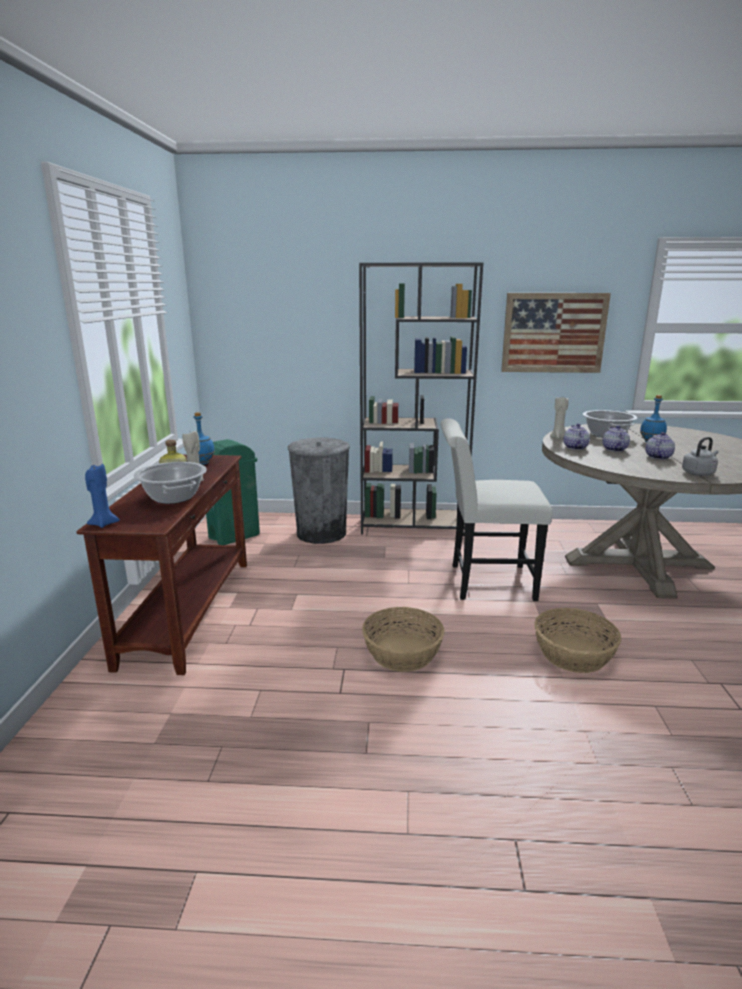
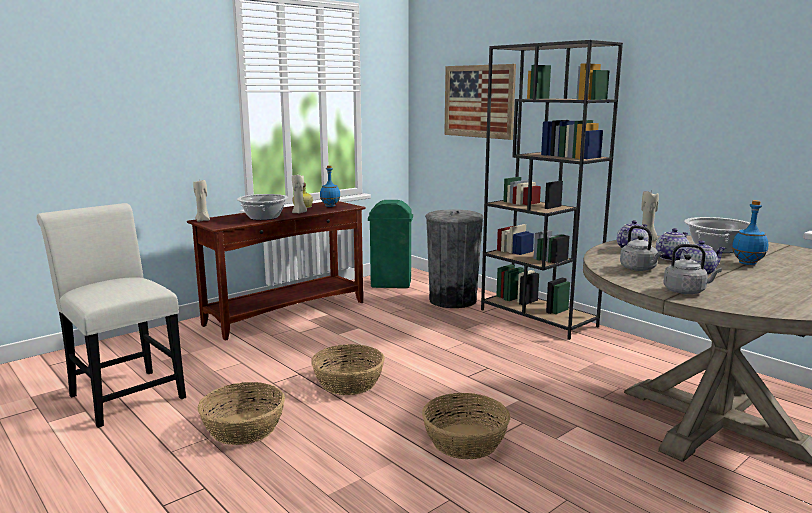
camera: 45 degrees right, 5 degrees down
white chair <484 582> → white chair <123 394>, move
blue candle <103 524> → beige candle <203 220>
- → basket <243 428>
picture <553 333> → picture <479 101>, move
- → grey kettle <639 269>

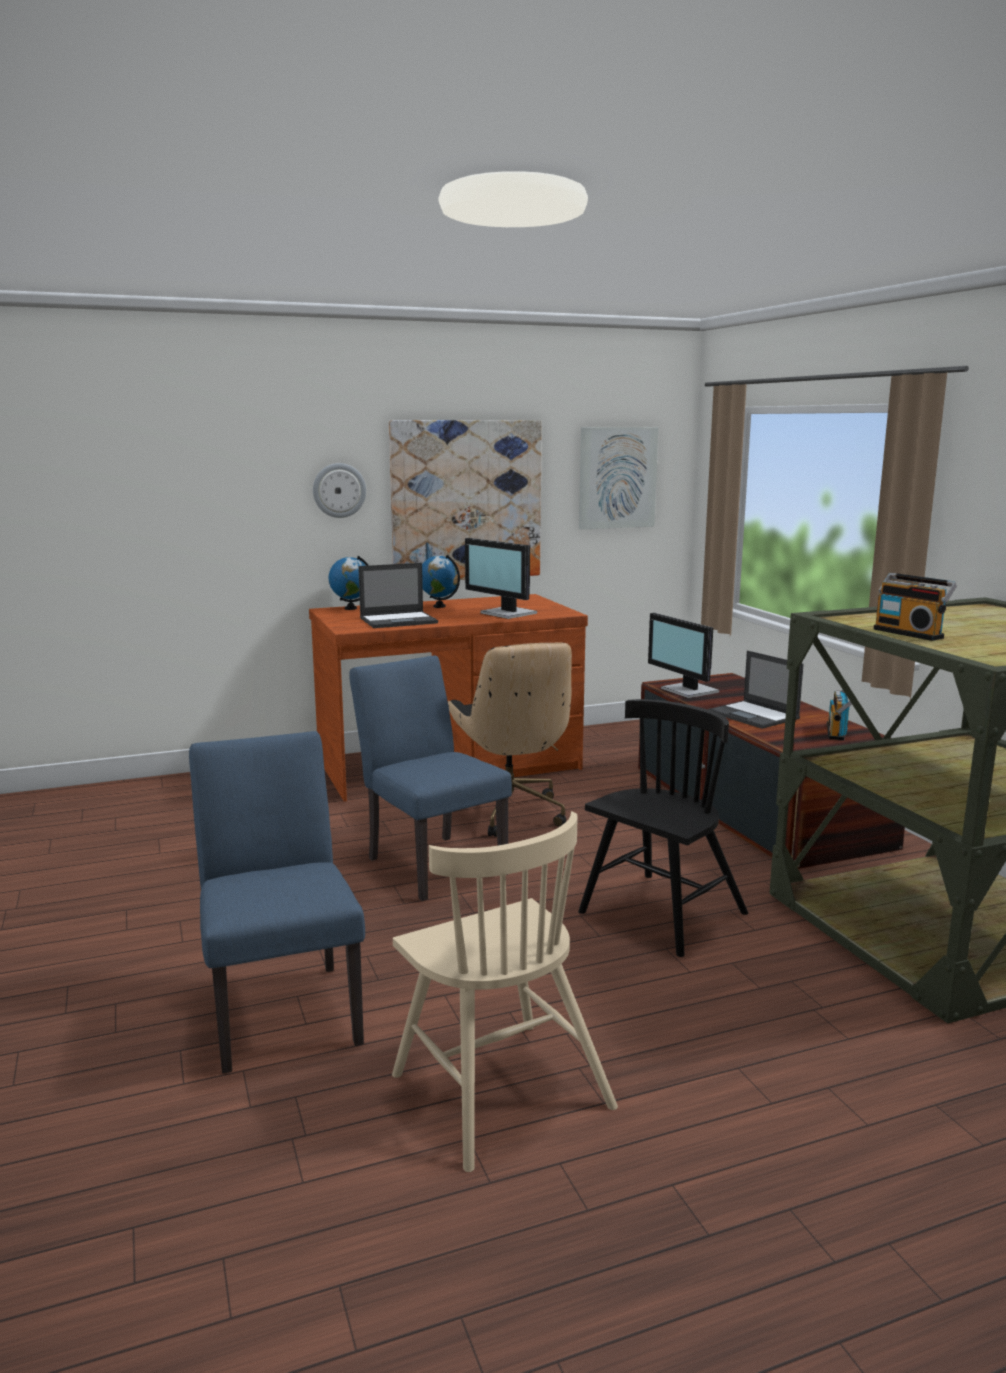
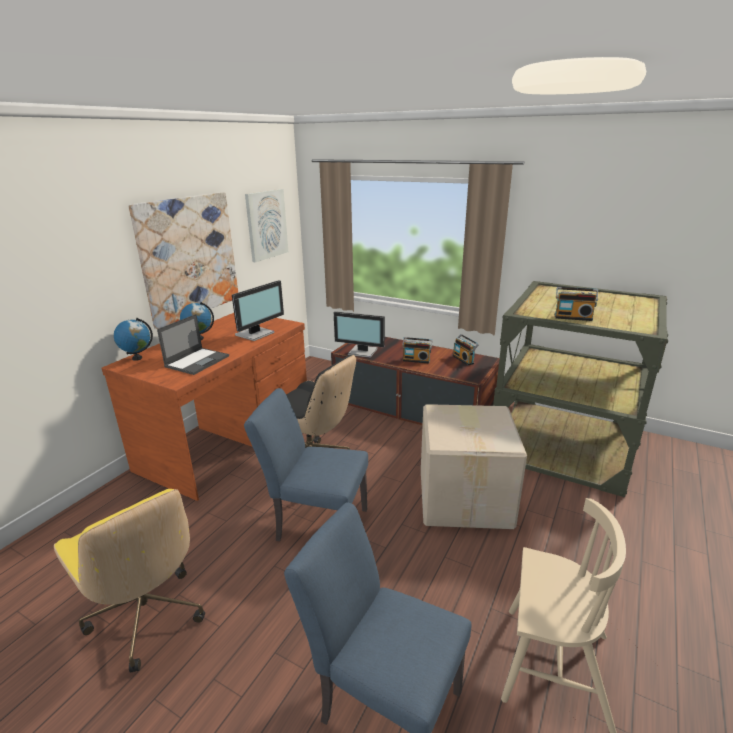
camera: 40 degrees left, 10 degrees up
- → yellow office chair <149 620>
monitor <507 613> → monitor <256 334>, 60 degrees counterclockwise
laptop <754 715> → radio <416 360>
black chair <657 916> → cardboard box <465 498>
wall clock <339 490> → -

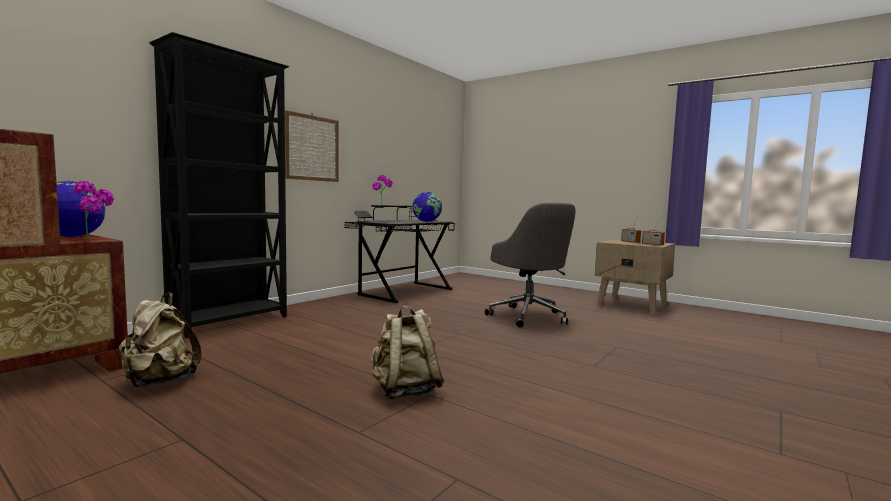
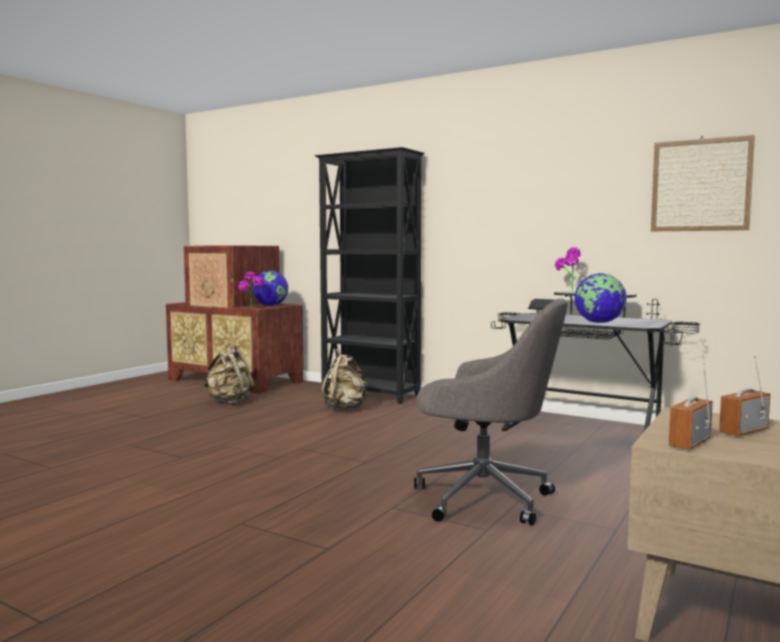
camera: 85 degrees right, 0 degrees up
beige backpack <405 391> → beige backpack <345 408>, move
grey office chair <528 317> → grey office chair <485 499>, 135 degrees counterclockwise
picture <312 147> → picture <700 183>, move

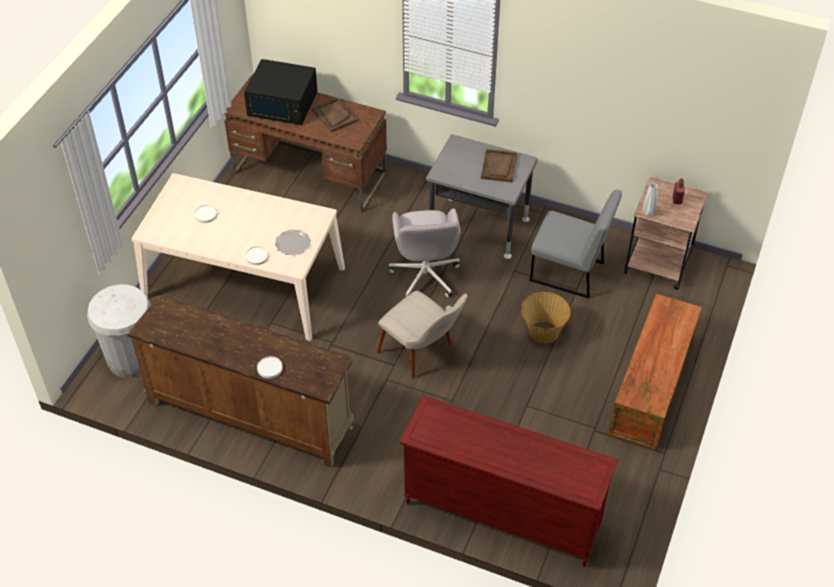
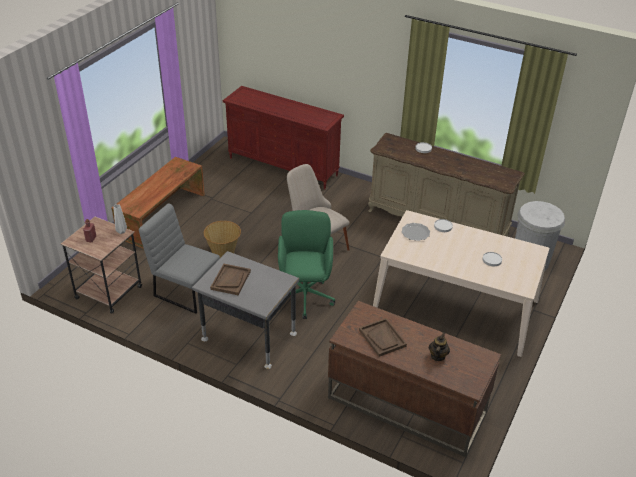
camera: 175 degrees left, 10 degrees down
grey office chair <425 277> → green office chair <305 297>
black microwave <283 105> → teapot <437 356>

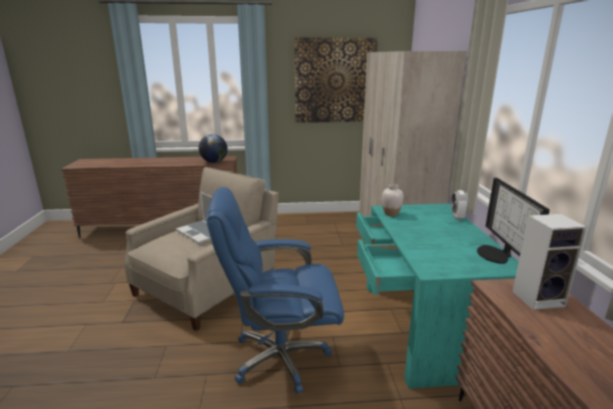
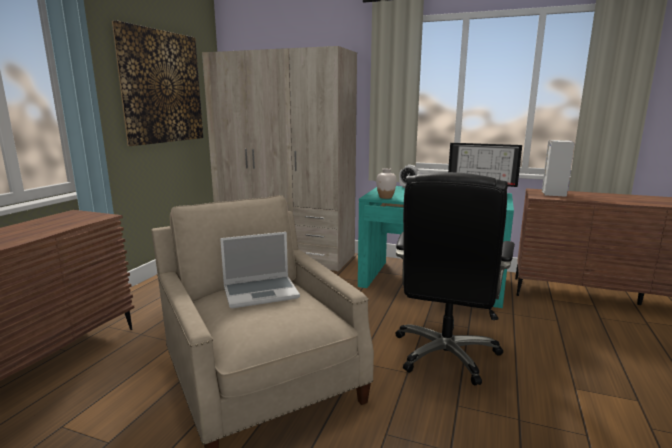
camera: 65 degrees left, 5 degrees down
blue office chair <282 357> → black office chair <445 351>
globe <214 162> → -

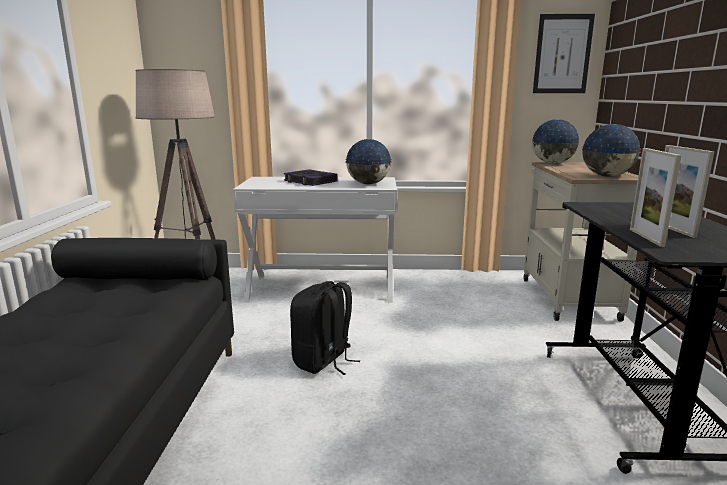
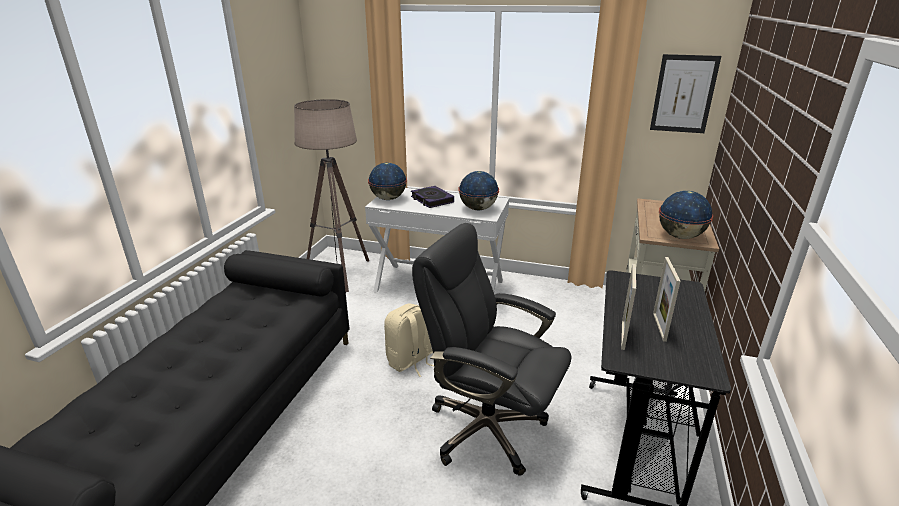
camera: 15 degrees right, 10 degrees up
globe <552 163> → globe <388 198>, move
black backpack <323 361> → beige backpack <411 361>
- → black office chair <489 430>

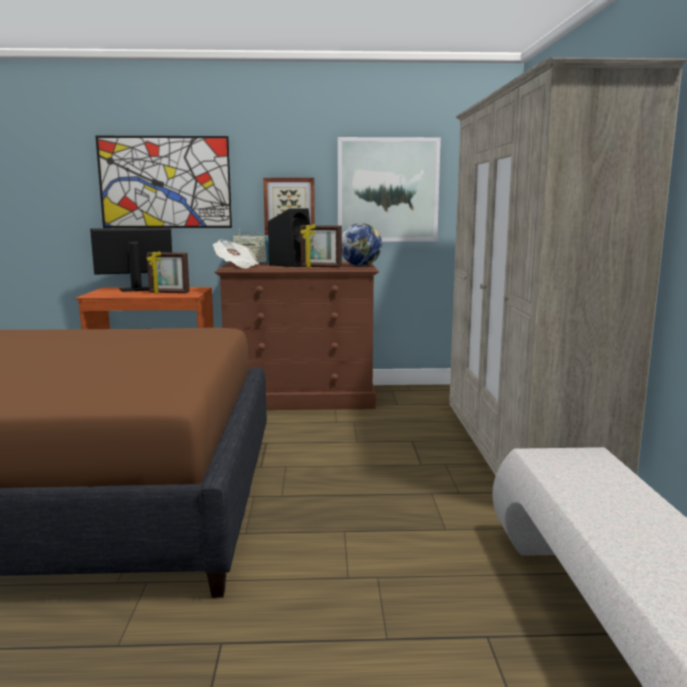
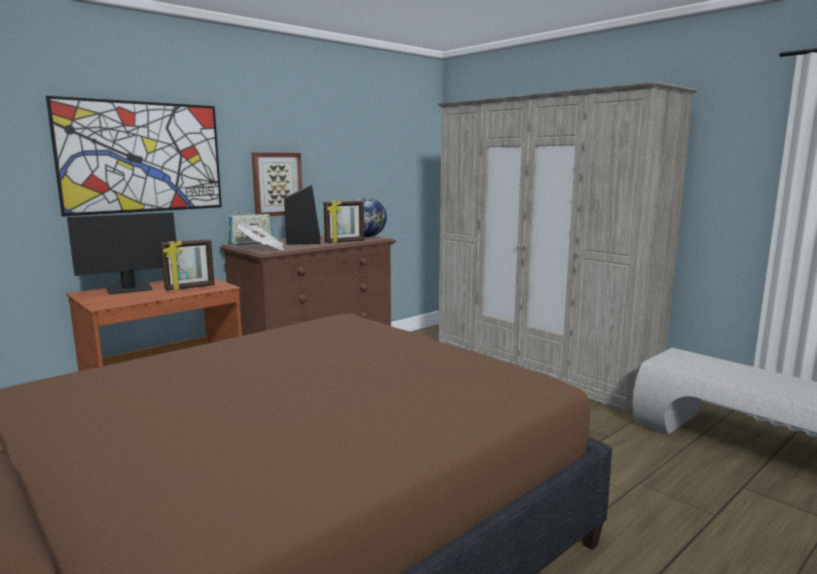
camera: 40 degrees left, 0 degrees up
monitor <136 289> → monitor <129 289>, 150 degrees counterclockwise
picture <388 190> → -

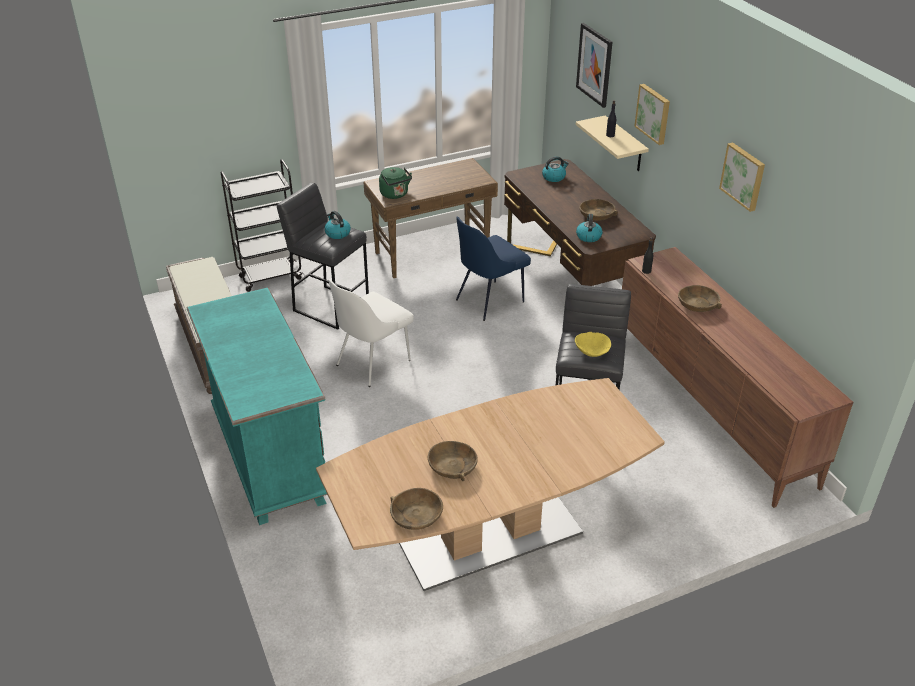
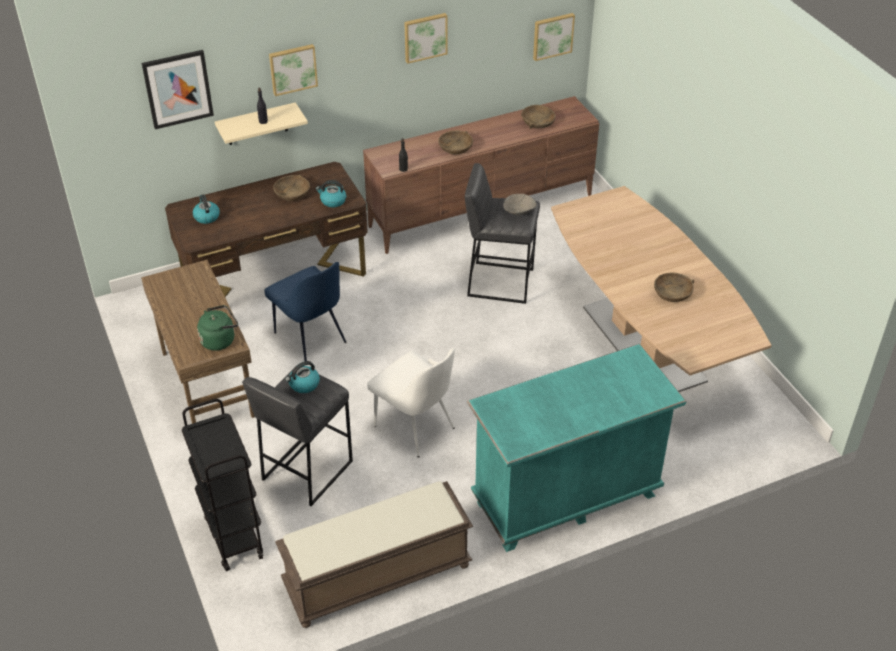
camera: 90 degrees left, 5 degrees up
yellow bowl <591 352> → grey bowl <519 212>
brown bowl <416 515> → brown bowl <538 122>, move
- → picture <552 35>

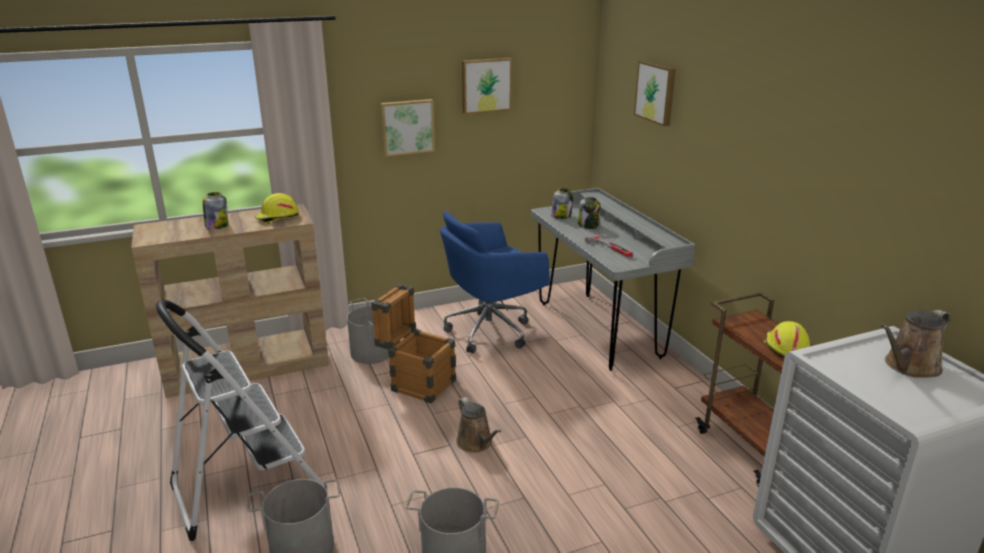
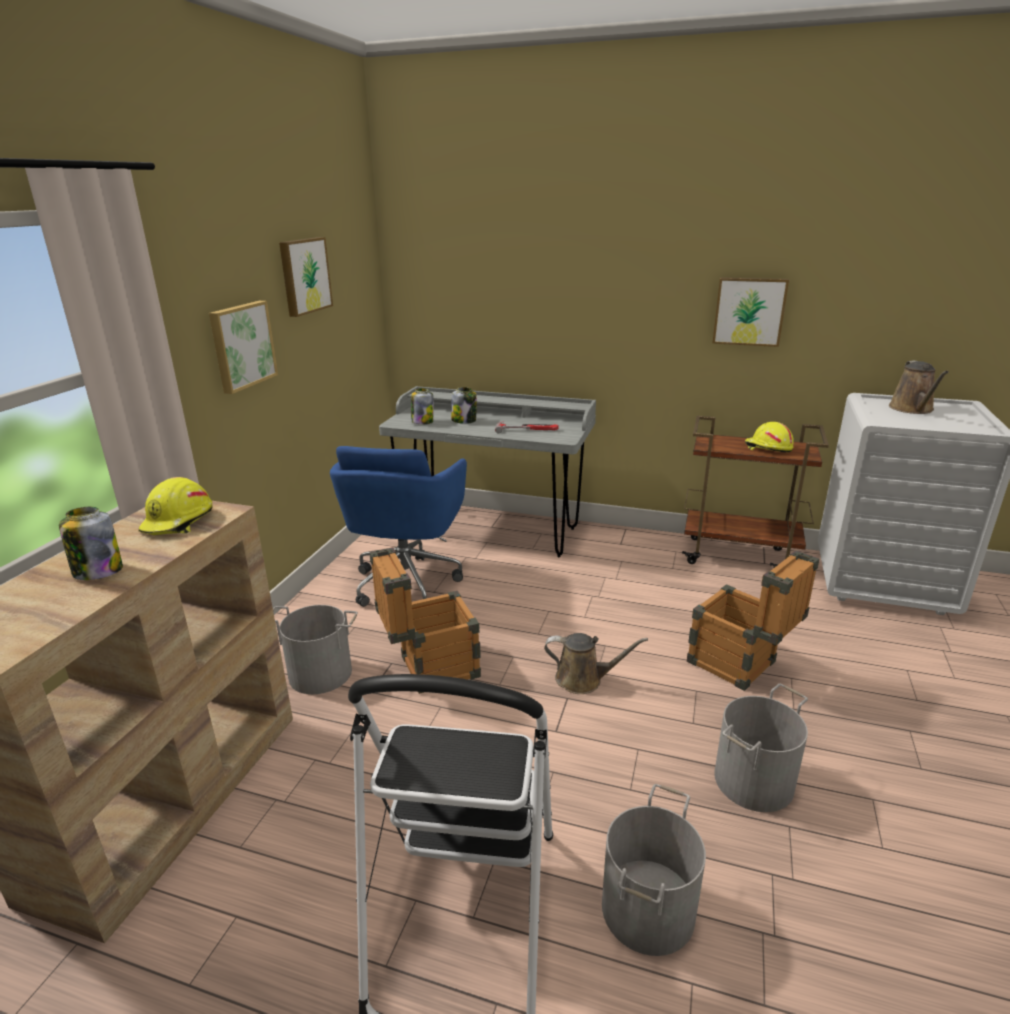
camera: 50 degrees left, 0 degrees up
- → crate <740 667>
picture <656 92> → picture <749 311>, move

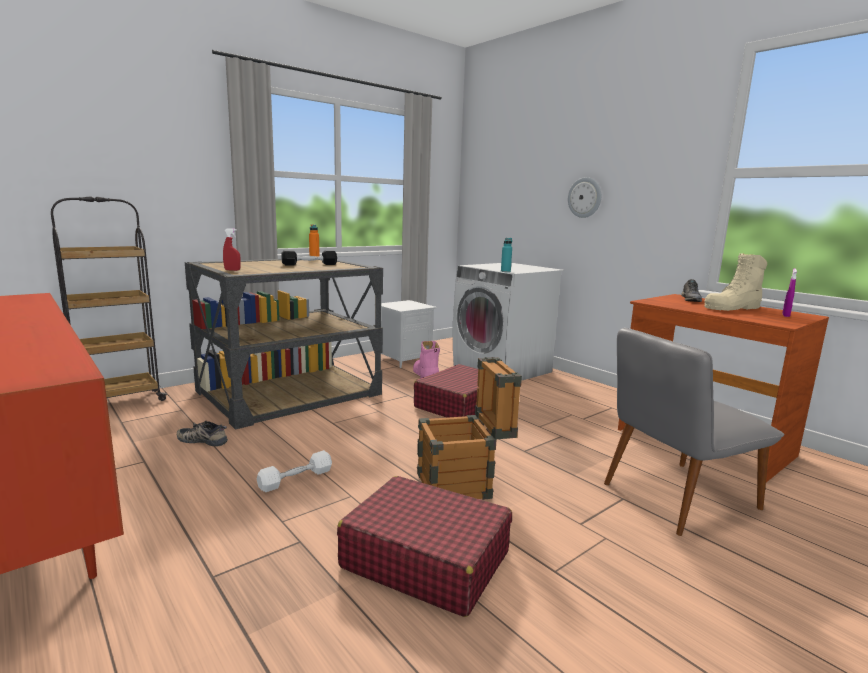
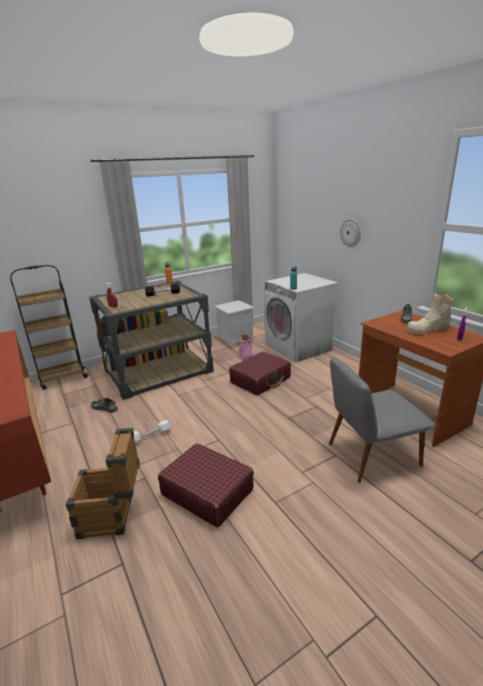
camera: 10 degrees right, 10 degrees up
crate <464 485> → crate <113 517>, move

